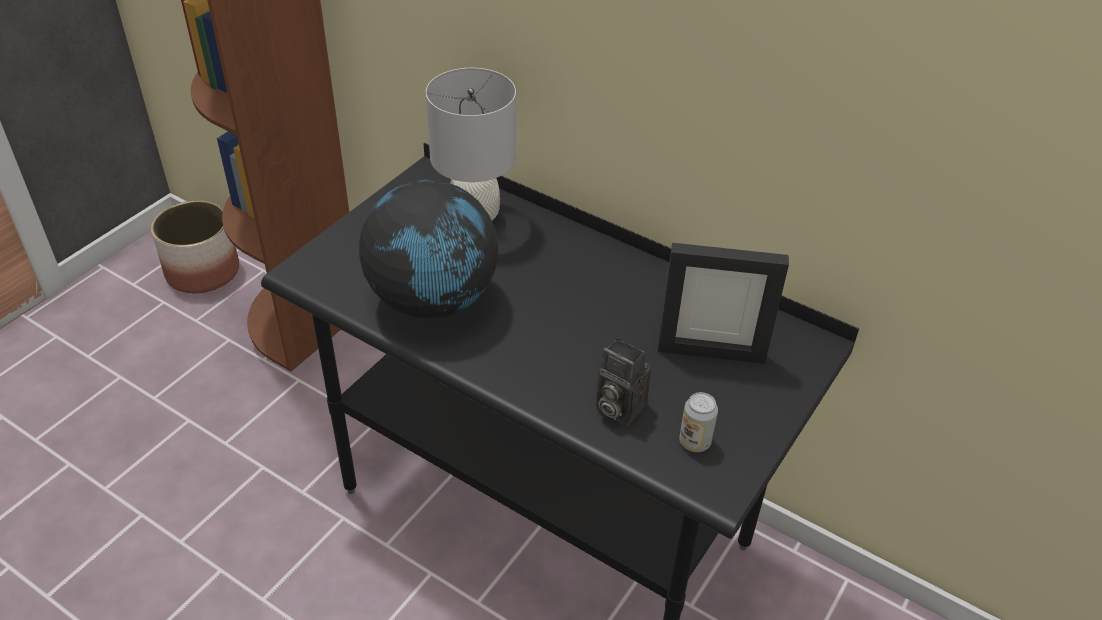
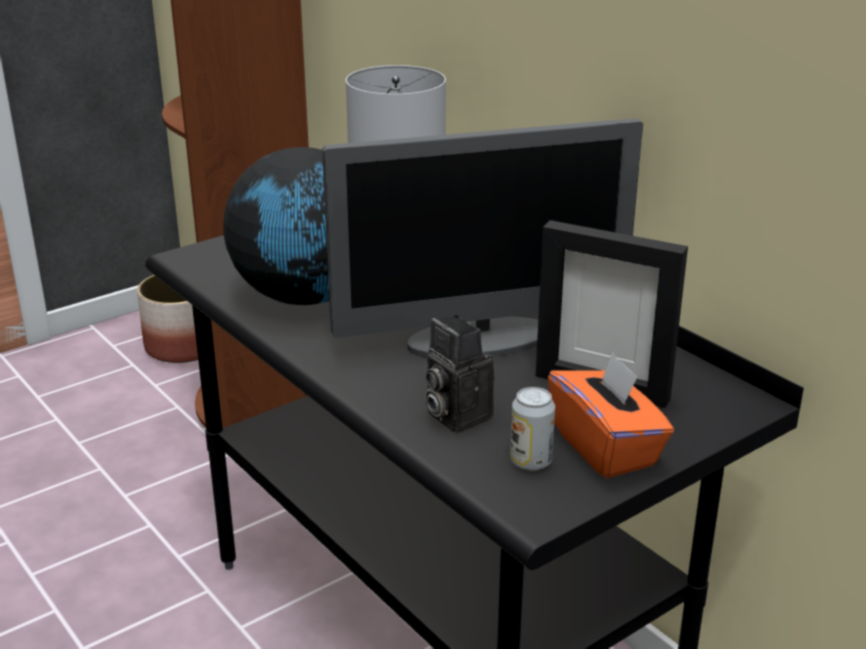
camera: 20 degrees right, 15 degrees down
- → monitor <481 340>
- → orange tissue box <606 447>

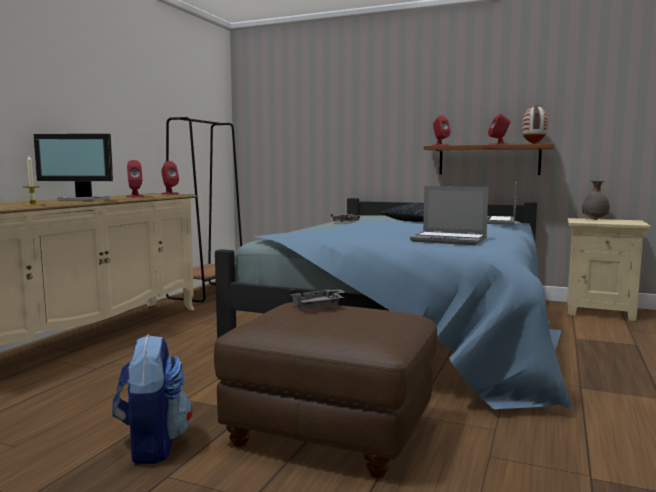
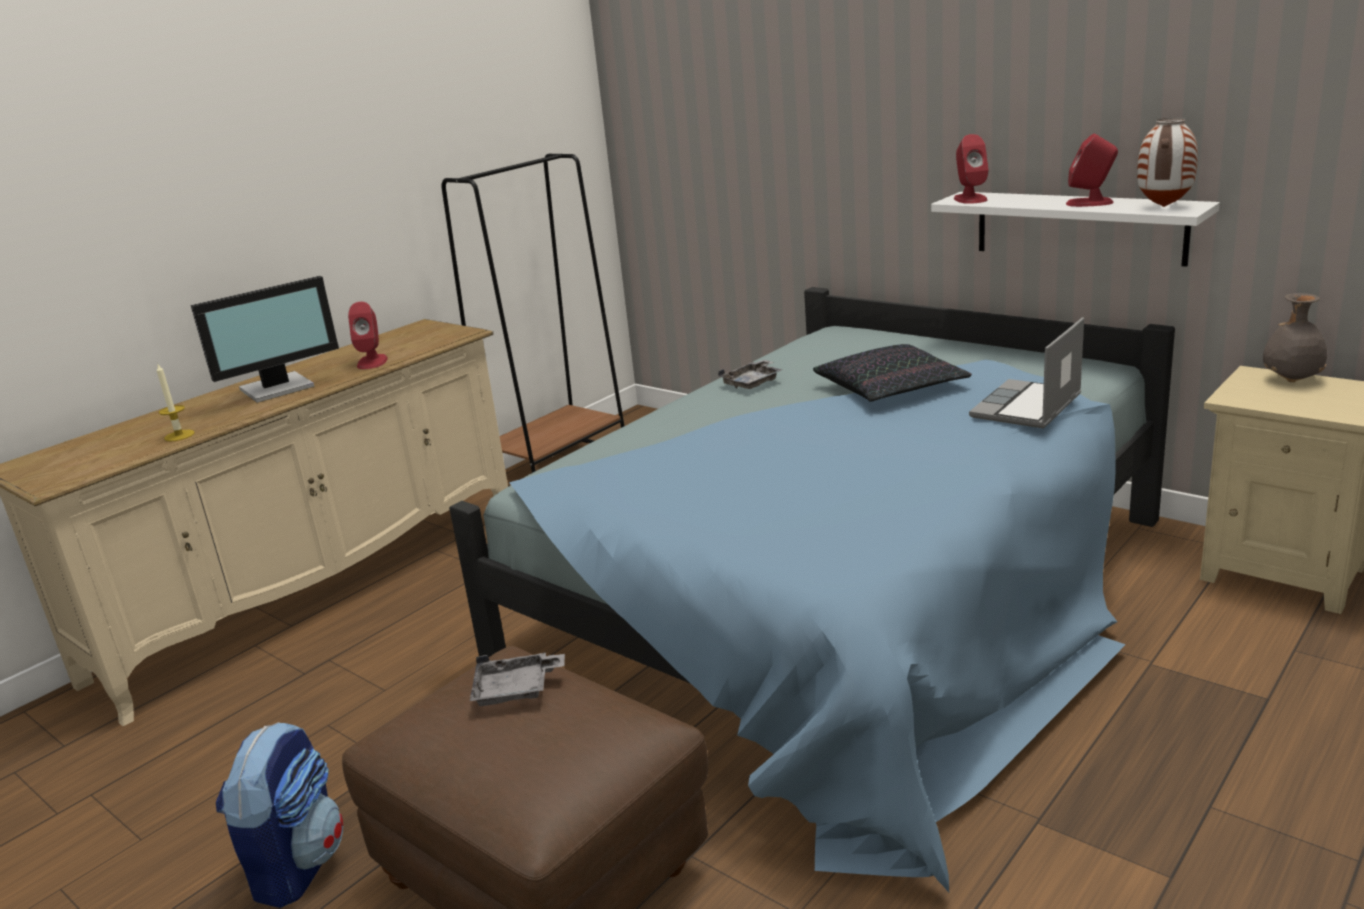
camera: 20 degrees right, 15 degrees up
monitor <83 199> → monitor <279 388>, 60 degrees counterclockwise
brown shelf <488 160> → white shelf <1079 227>
red speaker <170 194> → -
laptop <450 240> → -

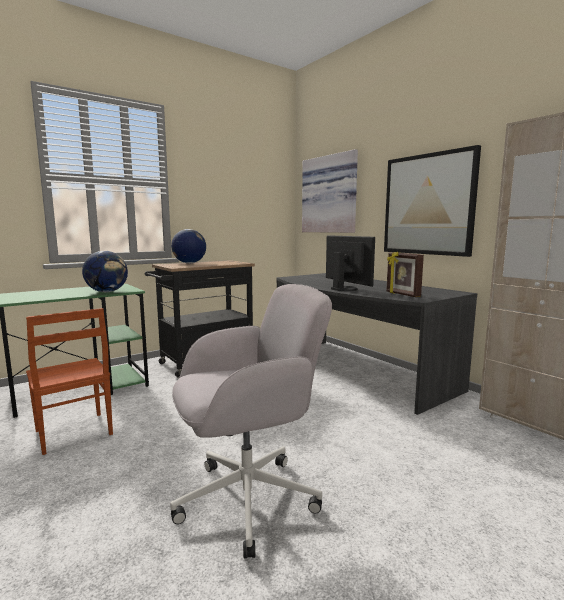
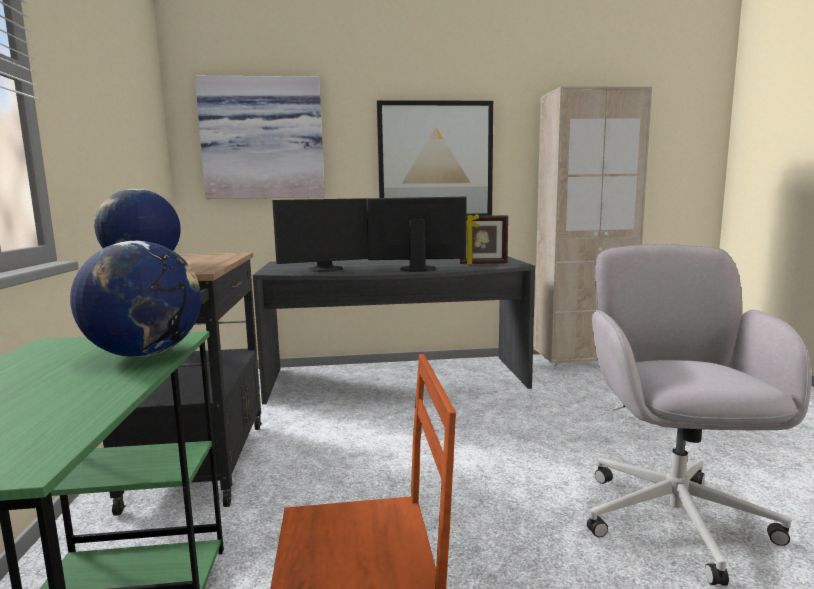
camera: 60 degrees left, 0 degrees up
- → monitor <326 270>

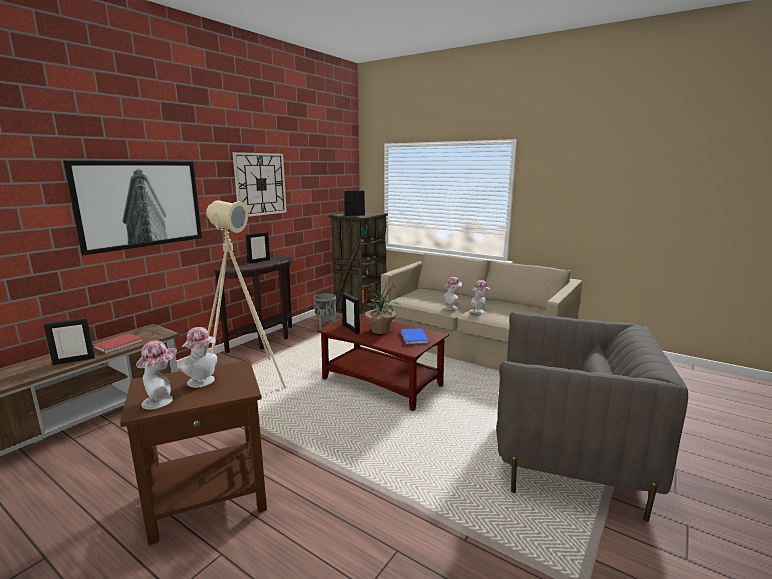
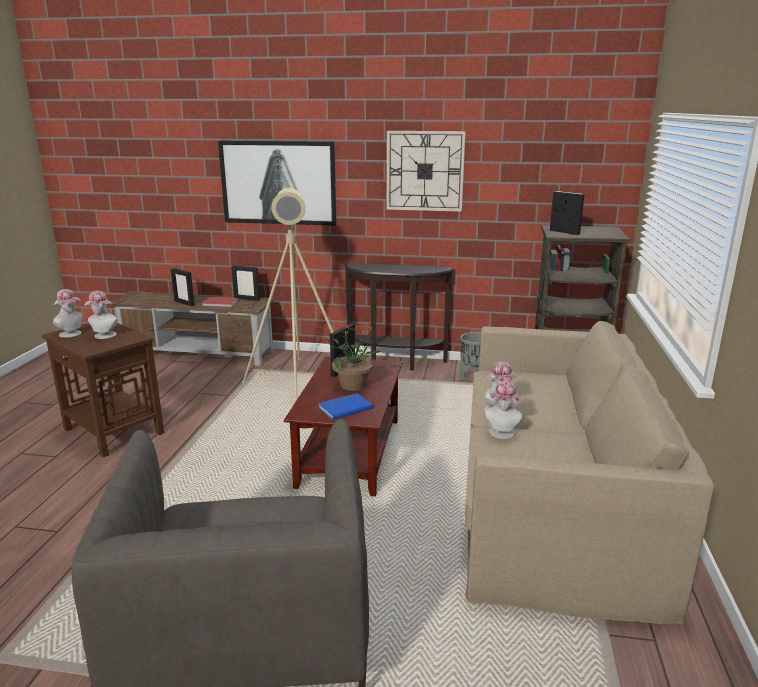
camera: 65 degrees right, 5 degrees up
picture frame <259 261> → picture frame <247 298>, move

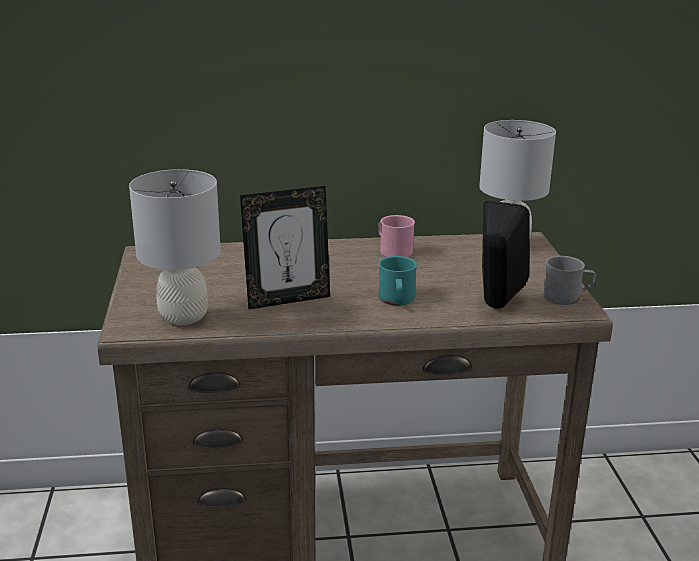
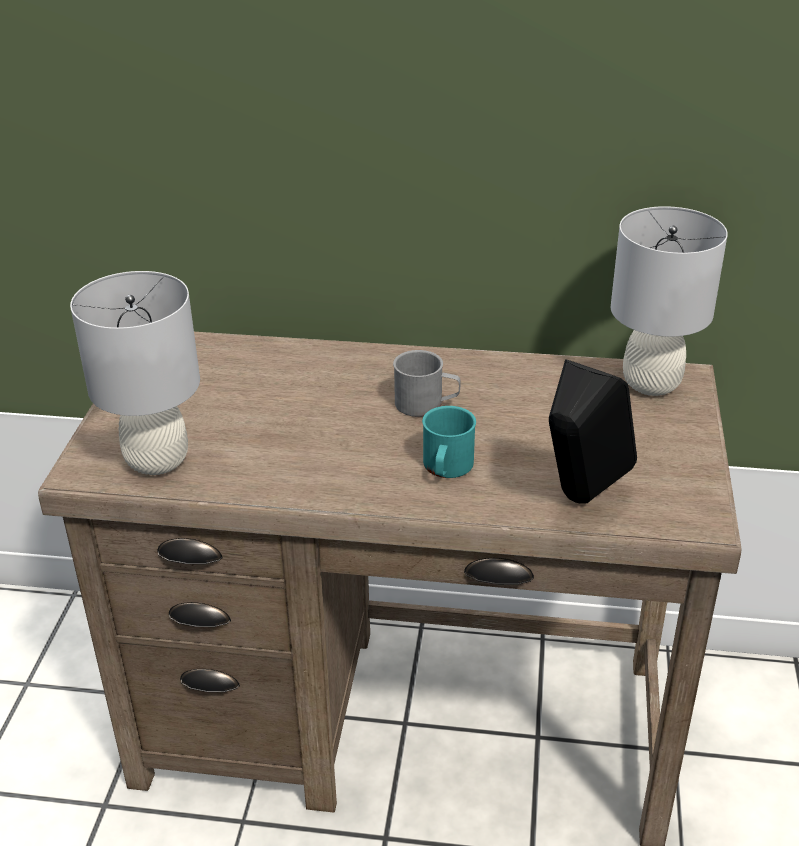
camera: 15 degrees right, 10 degrees up
grey mug <567 297> → grey mug <426 404>, move
picture frame <287 300> → -
pink mug <393 250> → -

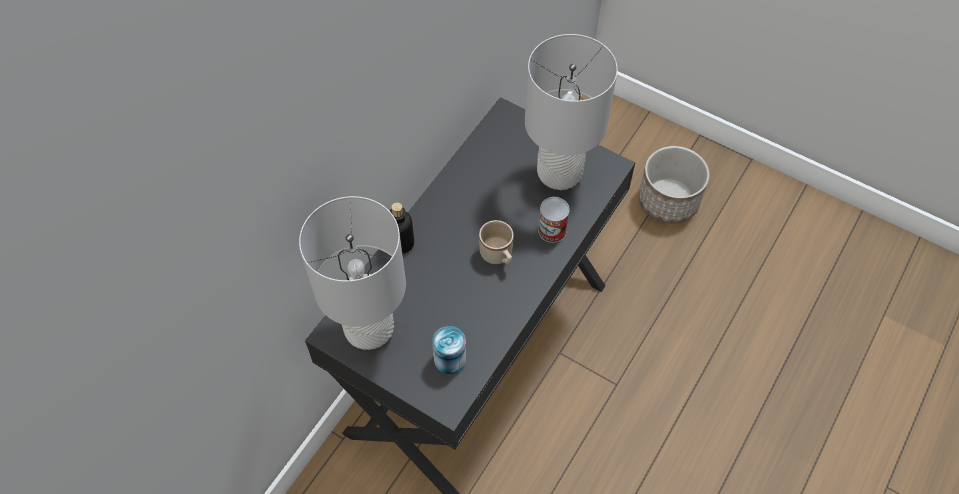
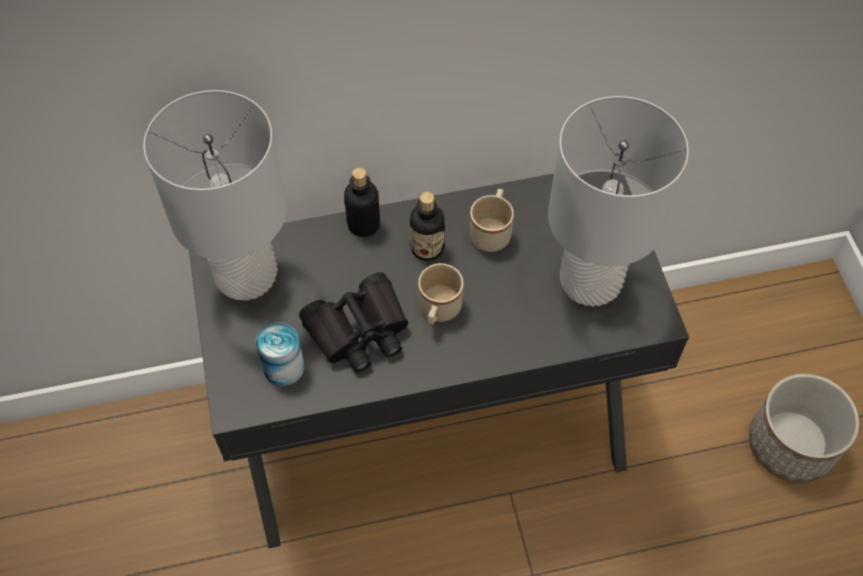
camera: 45 degrees right, 0 degrees up
- → black binoculars <359 331>
- → bottle <427 248>
- → beige mug <492 231>
can <552 230> → -

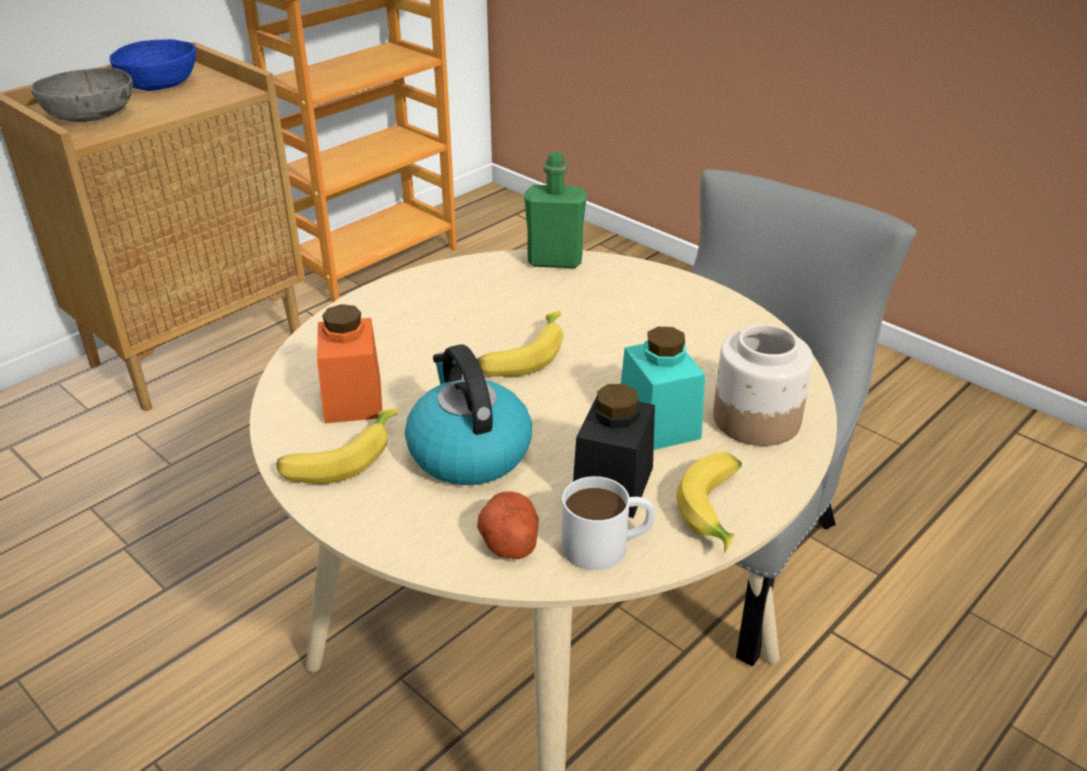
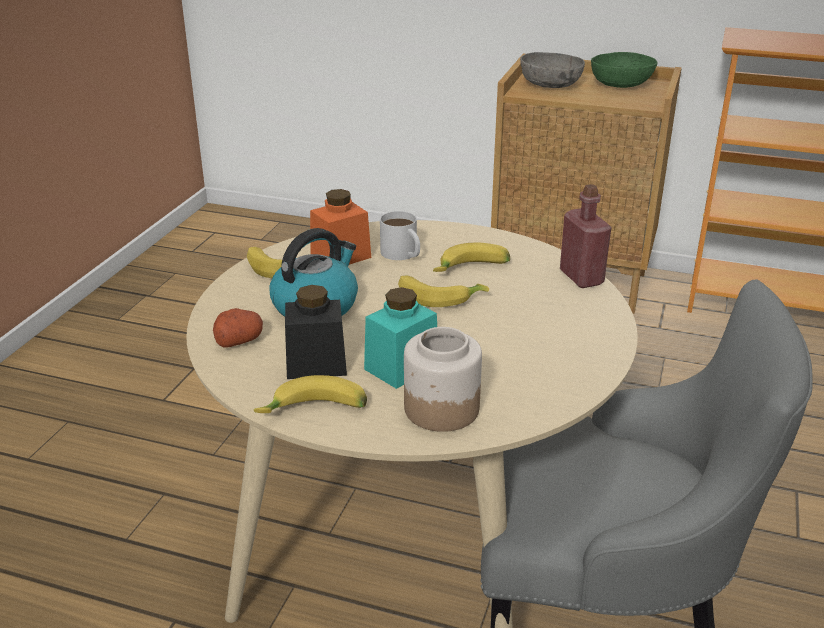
camera: 65 degrees right, 5 degrees down
white mug <607 544> → white mug <403 254>, move
- → banana <472 270>
green bottle <555 261> → red bottle <581 277>
blue bowl <159 84> → green bowl <621 84>

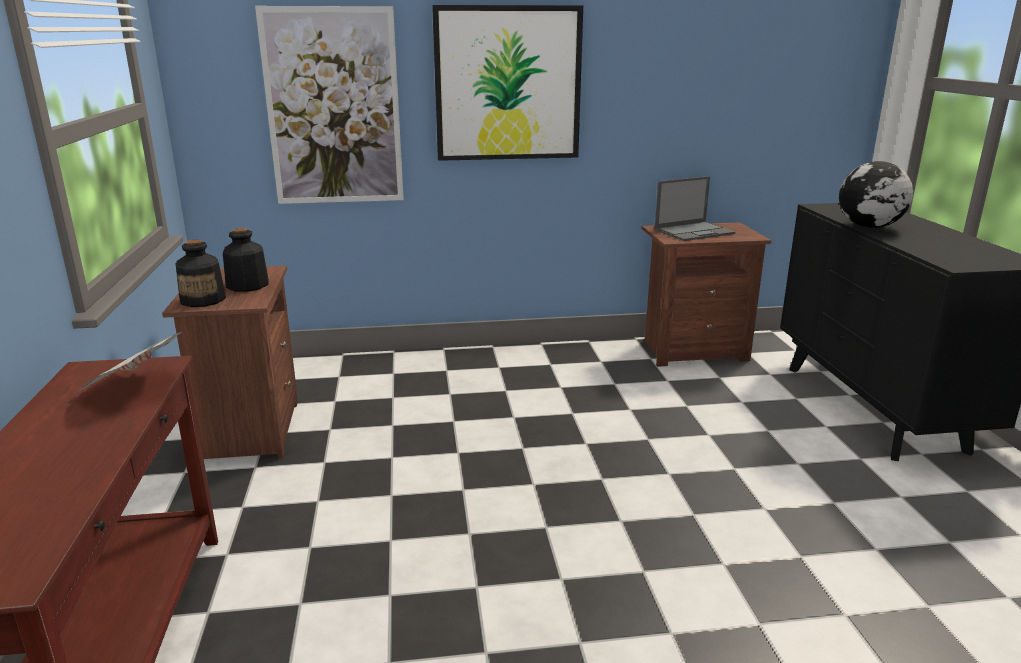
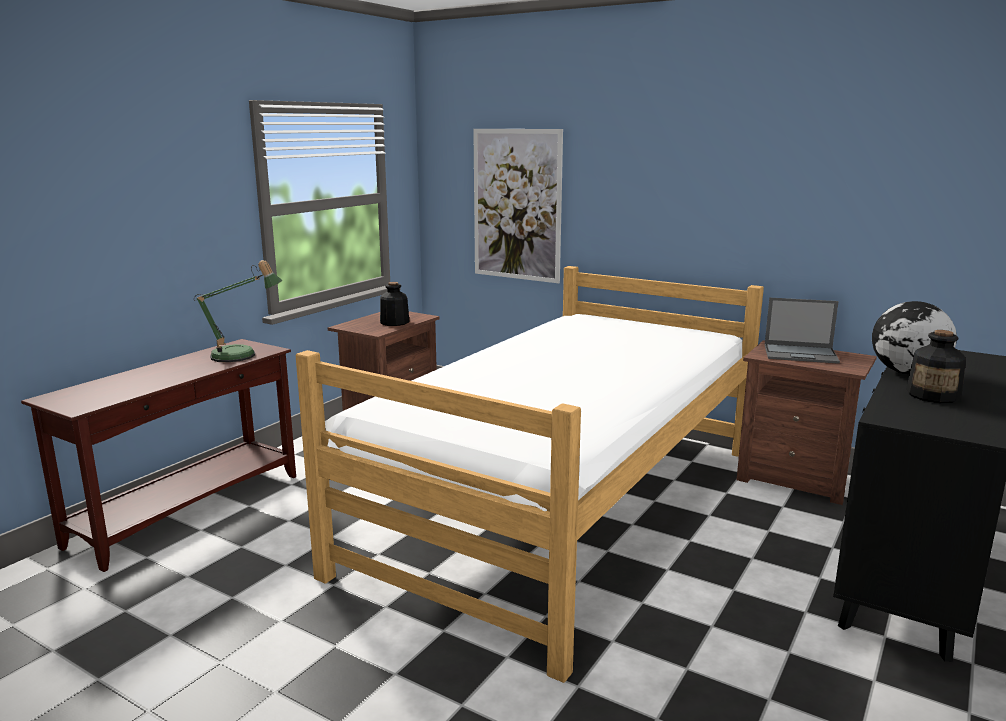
camera: 40 degrees right, 5 degrees down
newspaper <133 387> → table lamp <241 356>
- → bed <566 506>
bottle <203 300> → bottle <933 395>, move
picture <508 84> → -

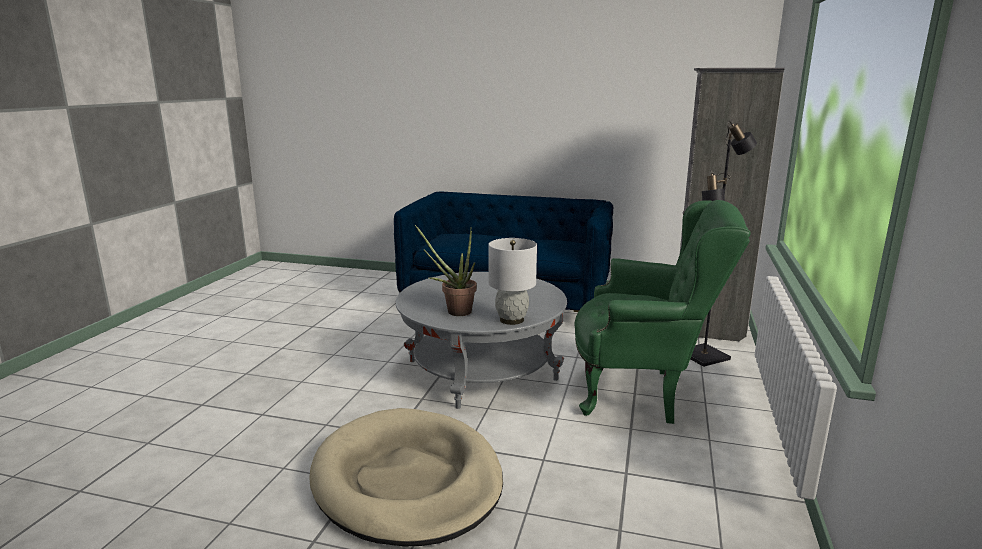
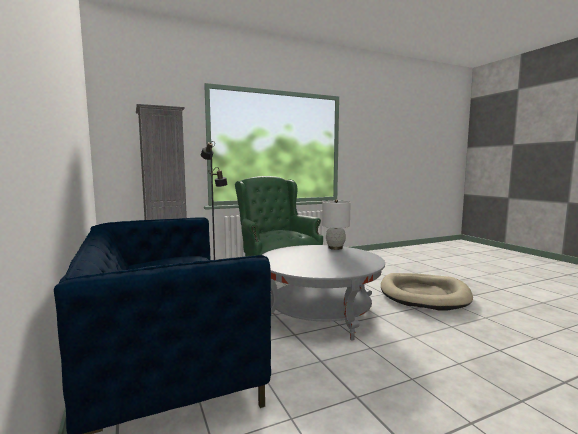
camera: 130 degrees left, 10 degrees down
potted plant <454 311> → -

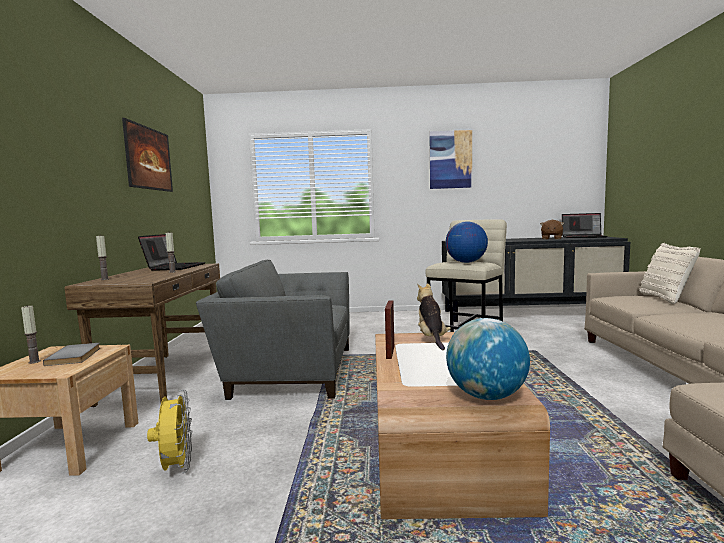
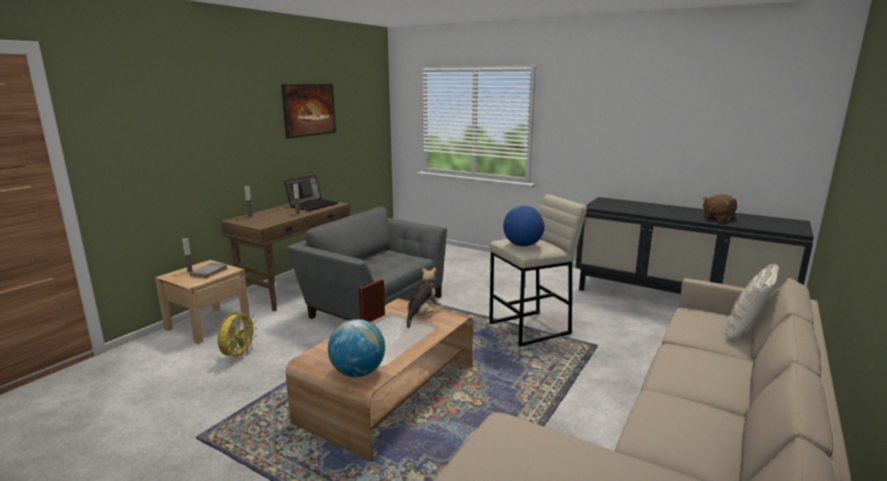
camera: 30 degrees right, 10 degrees up
picture <450 159> → -
laptop <583 237> → -

